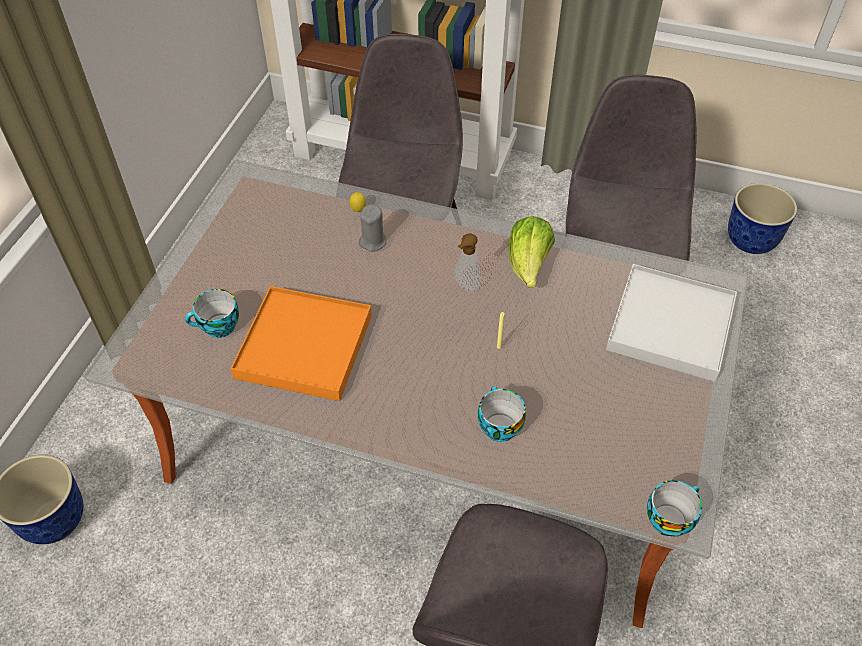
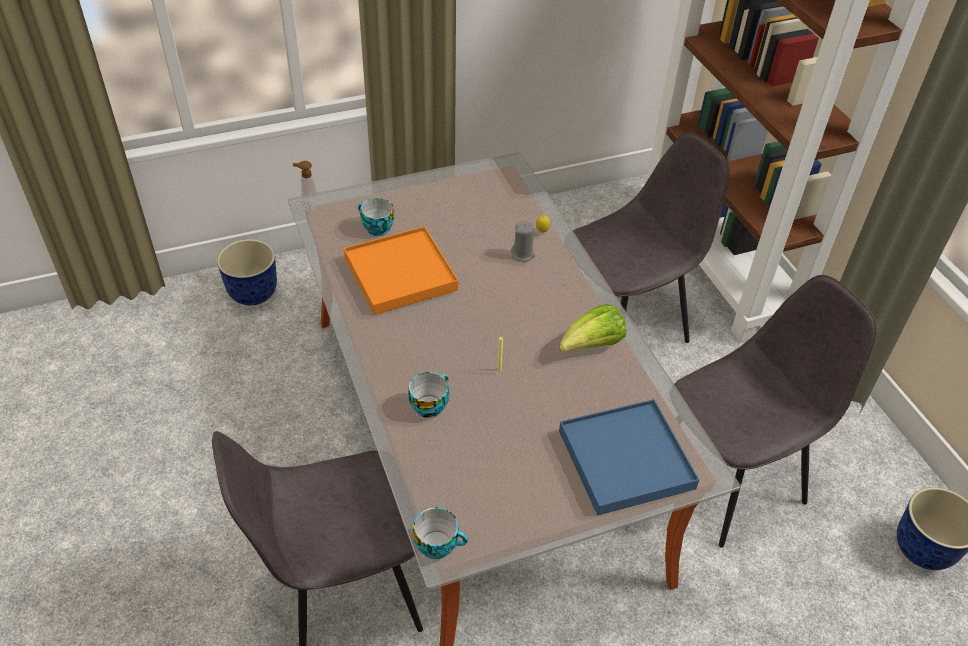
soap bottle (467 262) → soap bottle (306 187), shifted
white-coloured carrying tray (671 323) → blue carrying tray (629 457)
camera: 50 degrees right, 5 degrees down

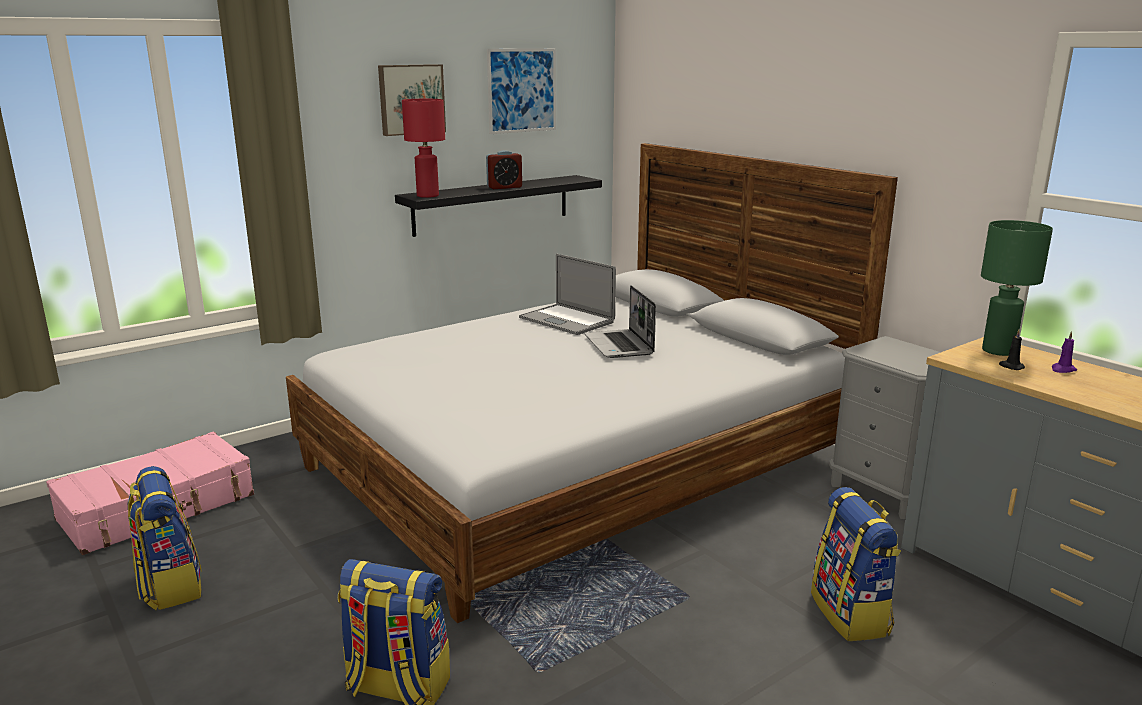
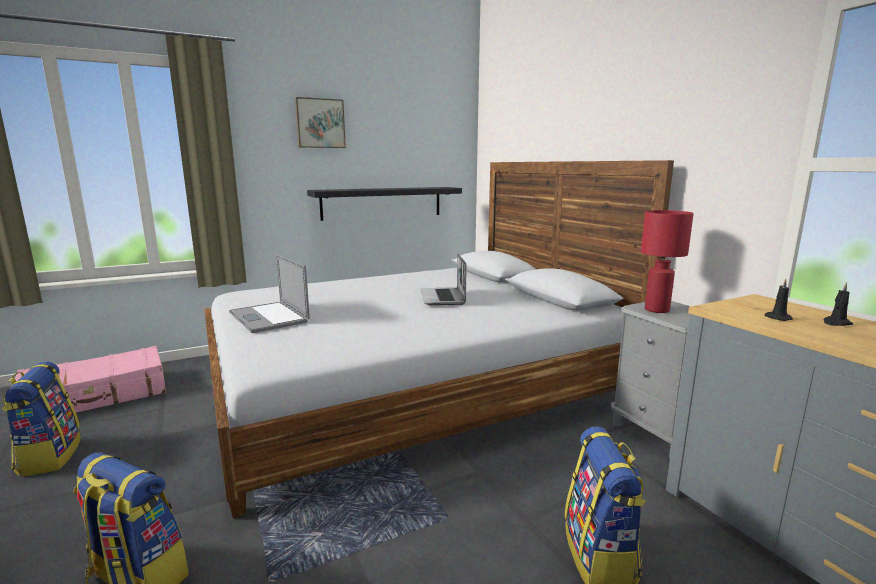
red lamp for a table (423 148) → red lamp for a table (667 261), shifted
alarm clock (504 169) → -
wall art (521 91) → -
portable computer (567 294) → portable computer (269 293), shifted
green-coloured lamp for a table (1017 288) → -
purple wax light (1064 352) → black-coloured wax light (838 304)
camera: 10 degrees right, 5 degrees down

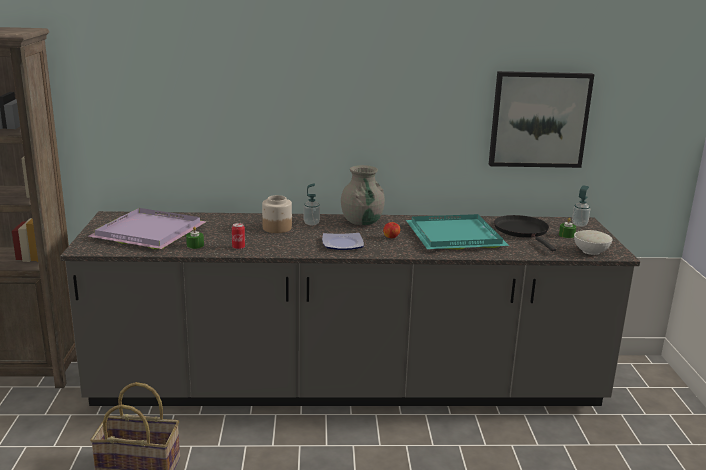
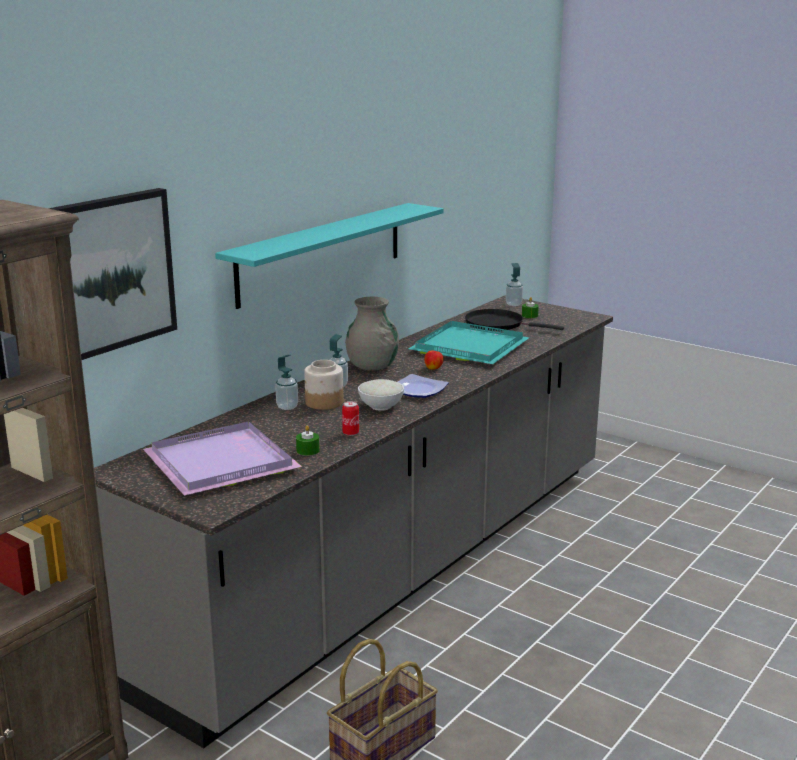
wall art (541 119) → wall art (112 274), shifted
white-coloured bowl (593 242) → white-coloured bowl (381 395), shifted
- → turquoise shelf (329 256)
- → soap bottle (286 382)
camera: 50 degrees left, 0 degrees up

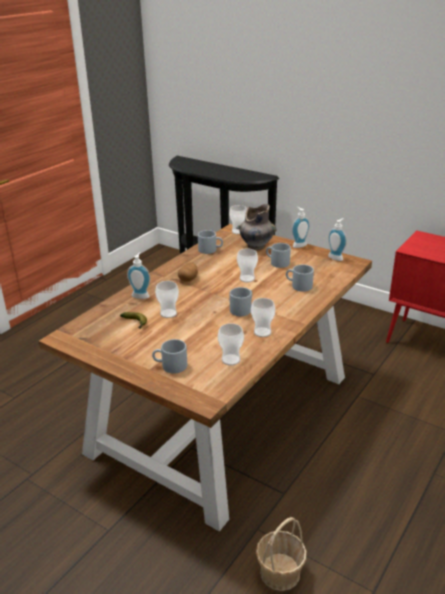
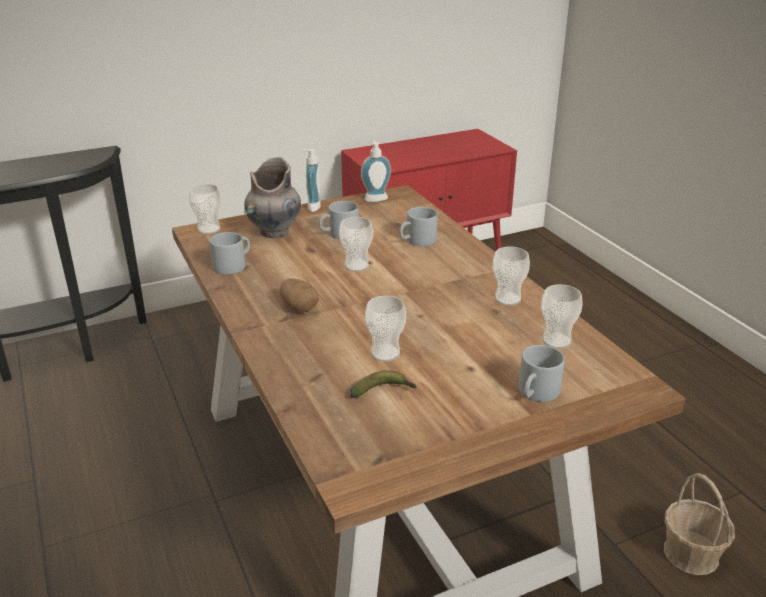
soap bottle (138 275) → -
greyish tea mug (241 301) → -
camera: 60 degrees left, 0 degrees up

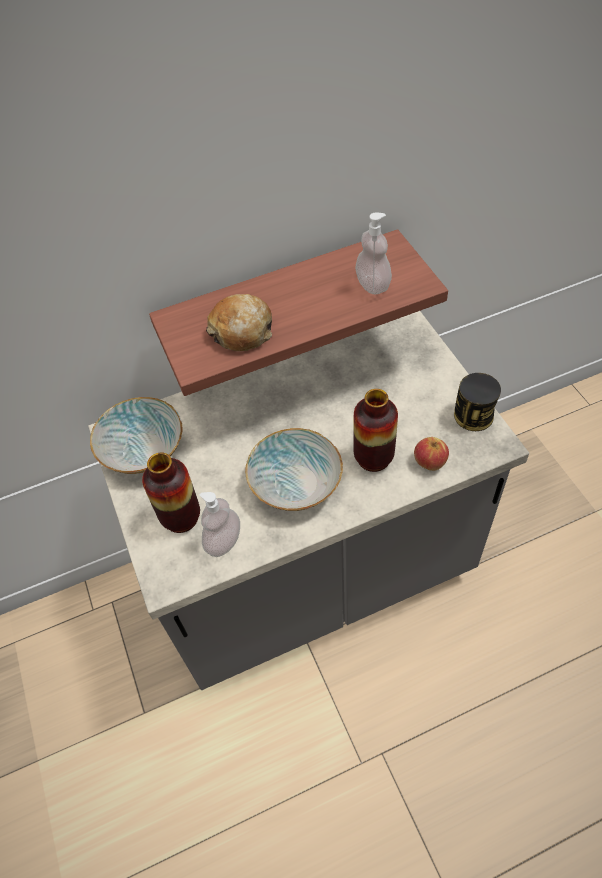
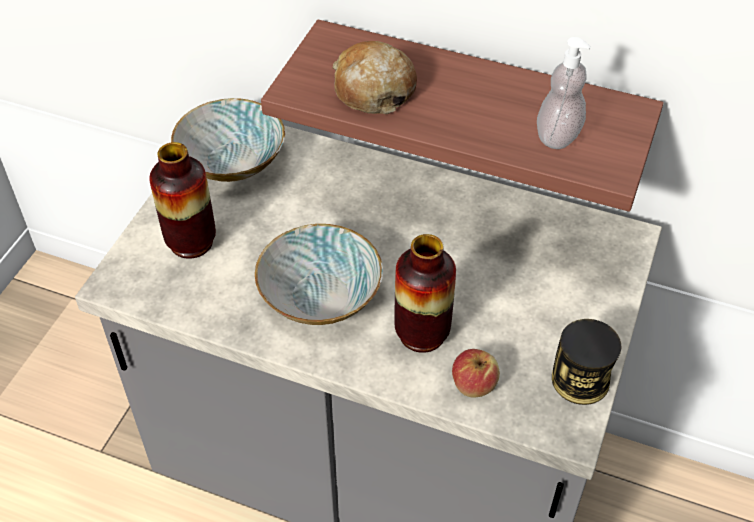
soap bottle (219 524) → -
camera: 40 degrees right, 5 degrees down

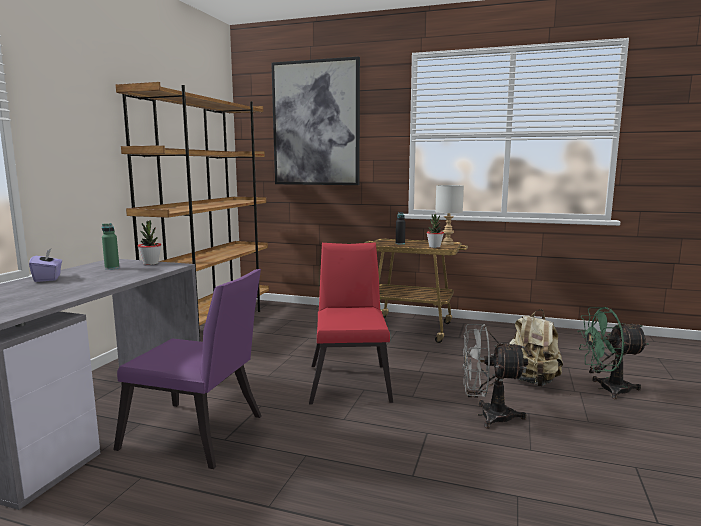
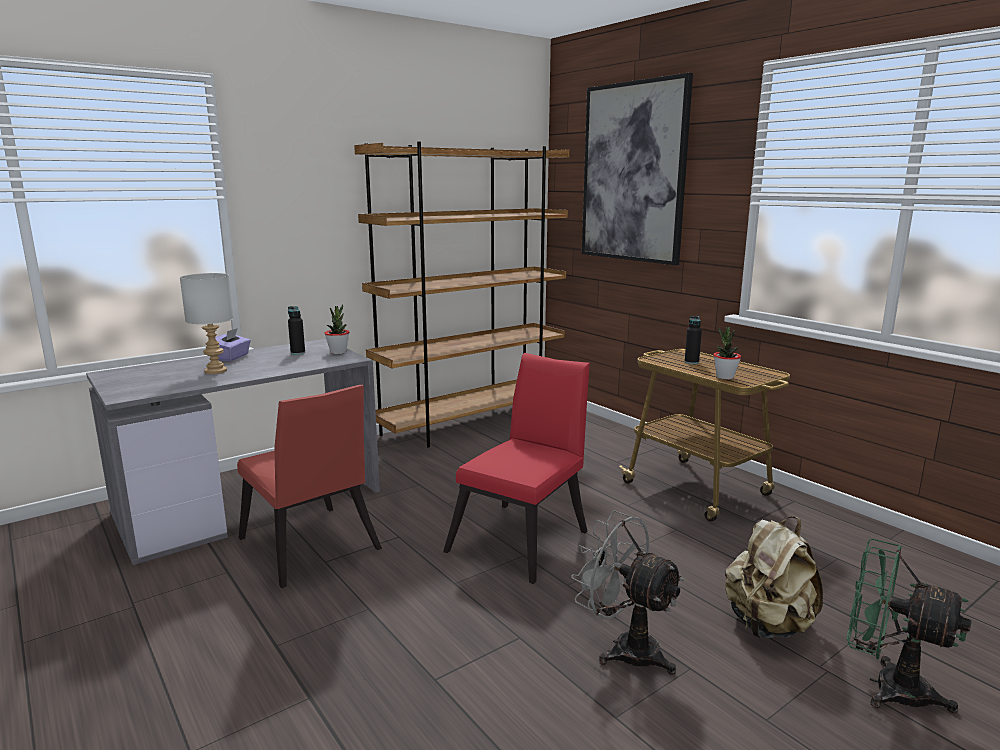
green-coloured beverage bottle (111 246) → black-coloured beverage bottle (296 330)
purple chair (187 369) → red chair (309 486)
greyish lamp for a table (449 215) → greyish lamp for a table (206 323), shifted
camera: 35 degrees right, 5 degrees up

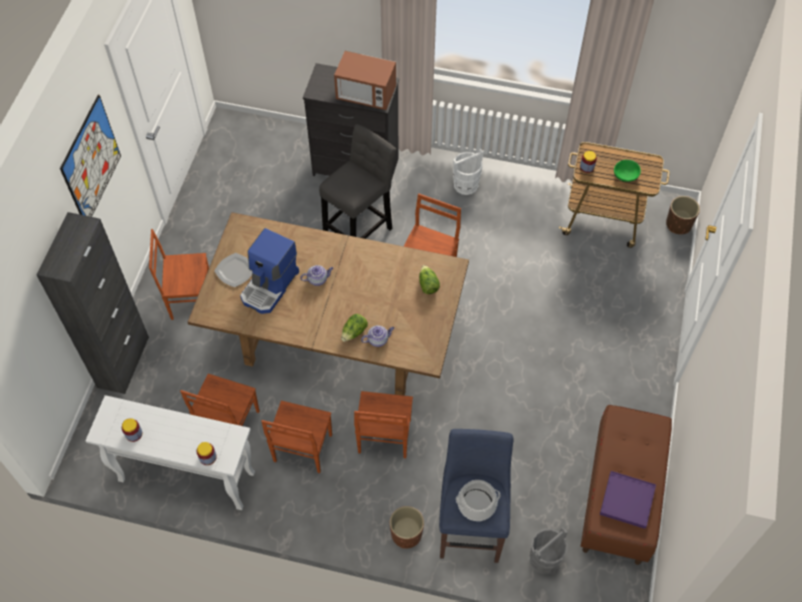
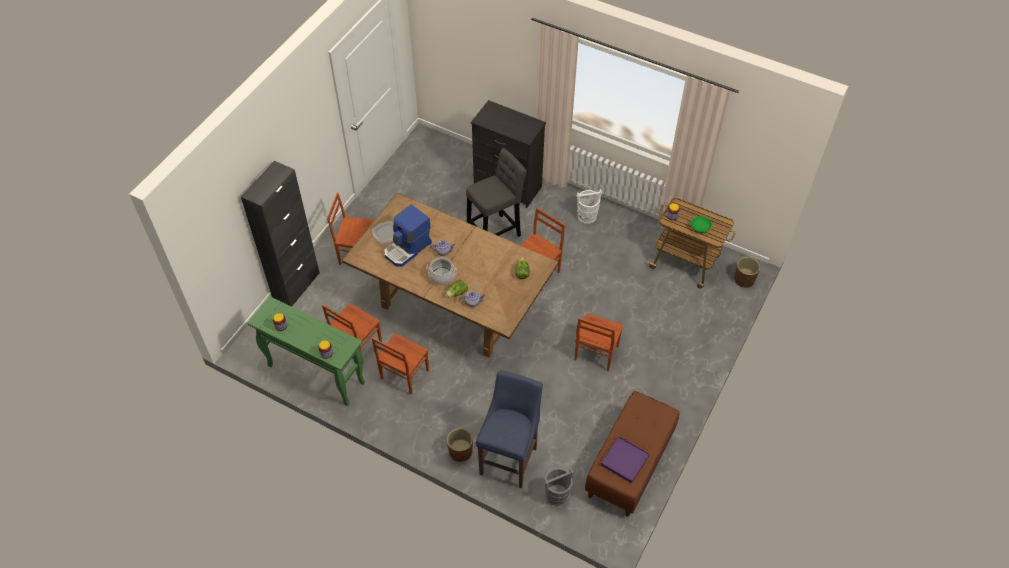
wall art (90 156) → -
white-coloured console table (170 452) → green-coloured console table (306 351)
microwave (365 80) → -
brown-coloured chair (383 424) → brown-coloured chair (598 342), shifted
saucepot (478 500) → saucepot (441 271), shifted
camera: 15 degrees right, 5 degrees down

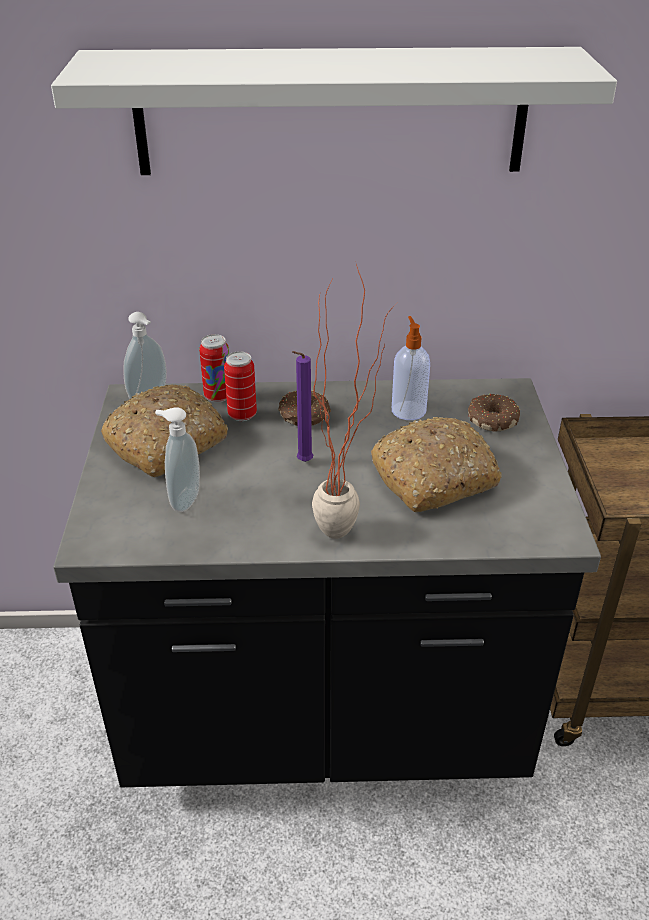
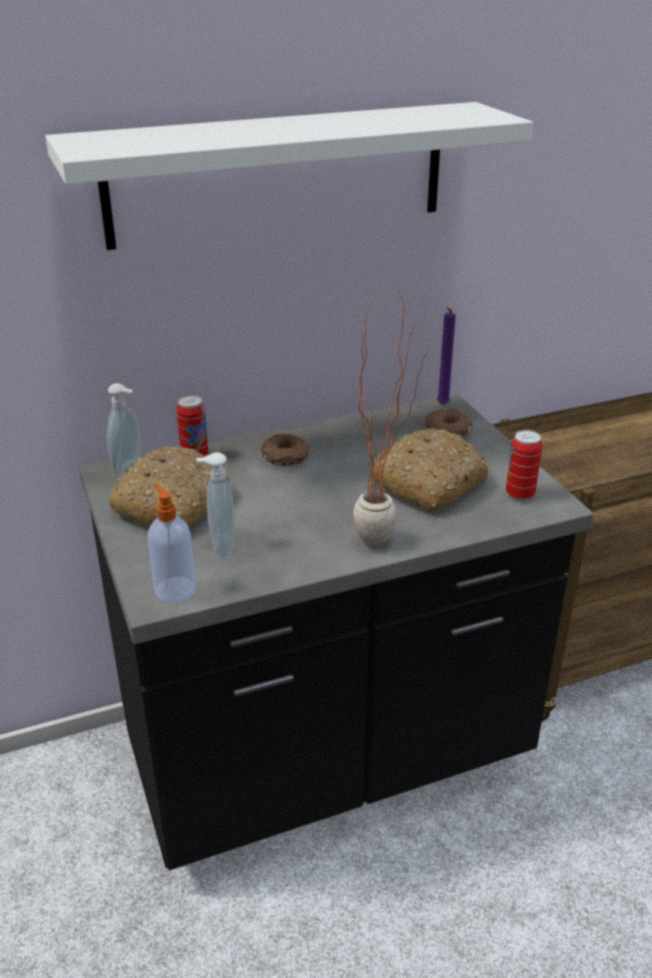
metal can (240 386) → metal can (524 465), shifted
purple wax light (302 406) → purple wax light (446 356), shifted
soap bottle (411 368) → soap bottle (171 542), shifted
camera: 20 degrees left, 5 degrees down

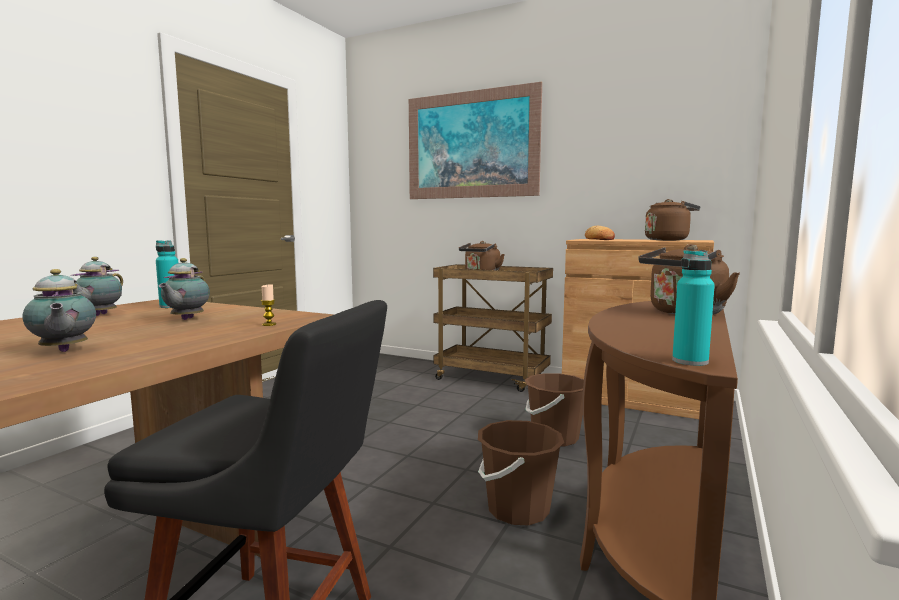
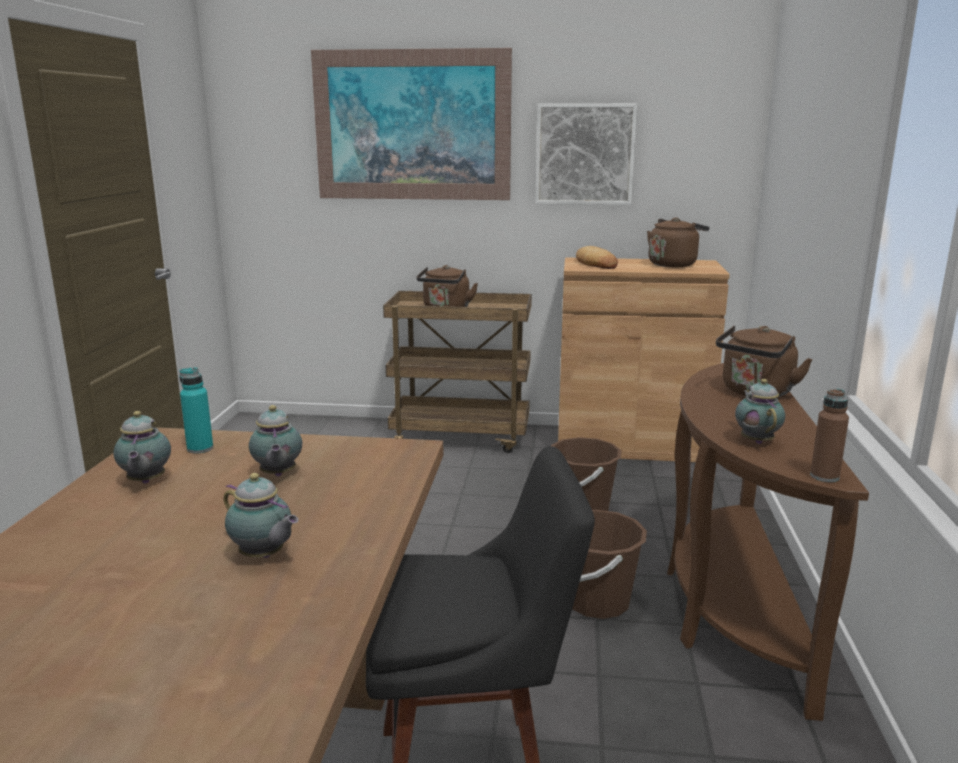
wax light (268 305) → -
turquoise beverage bottle (693 308) → brown-coloured beverage bottle (829 435)
- → wall art (586 154)
- → tea pot (760 411)
camera: 20 degrees left, 10 degrees up

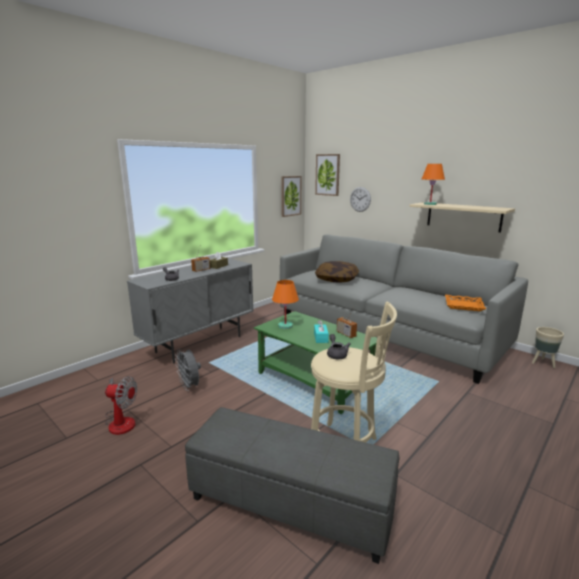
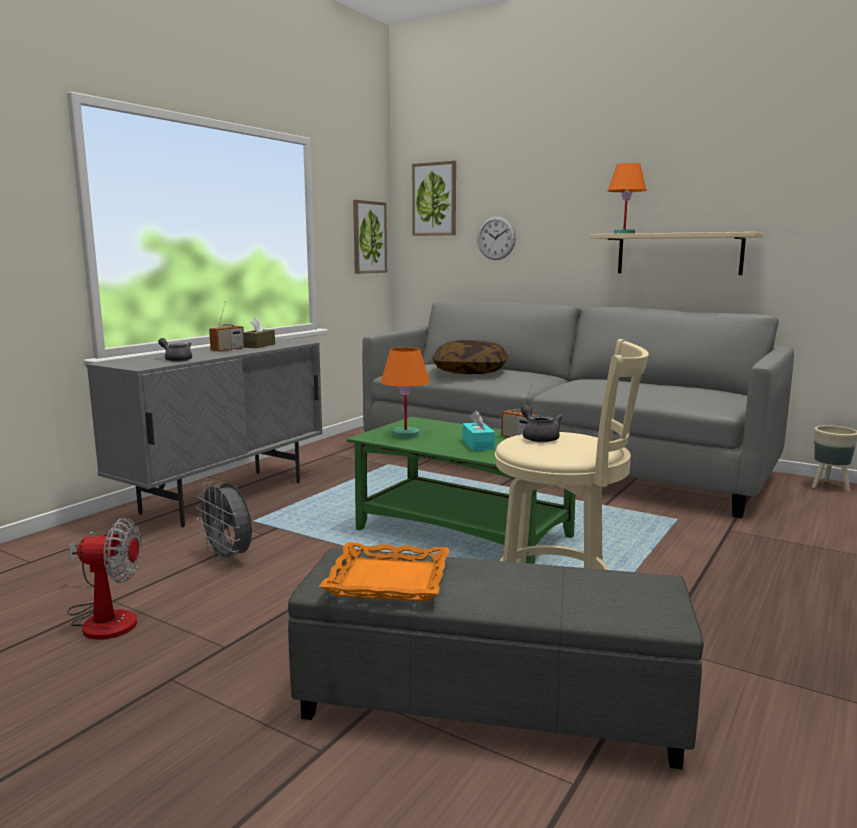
orange-coloured carrying tray (465 303) → orange-coloured carrying tray (384 572), shifted
camera: 10 degrees left, 5 degrees down

